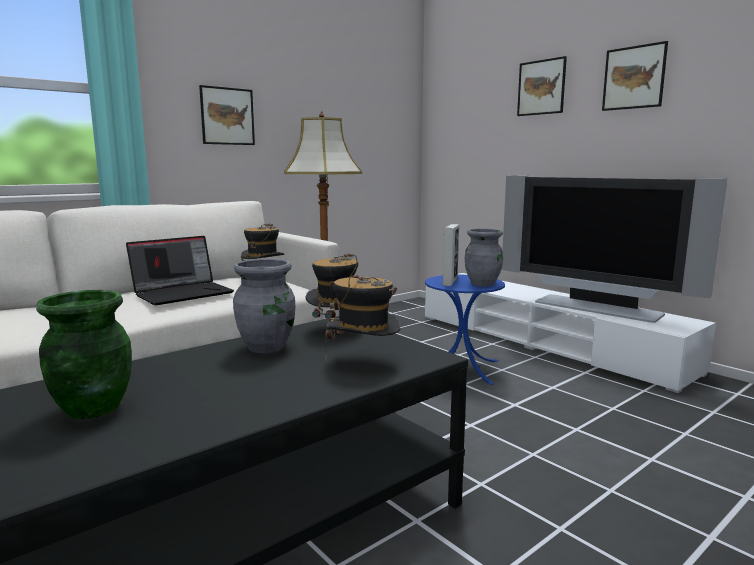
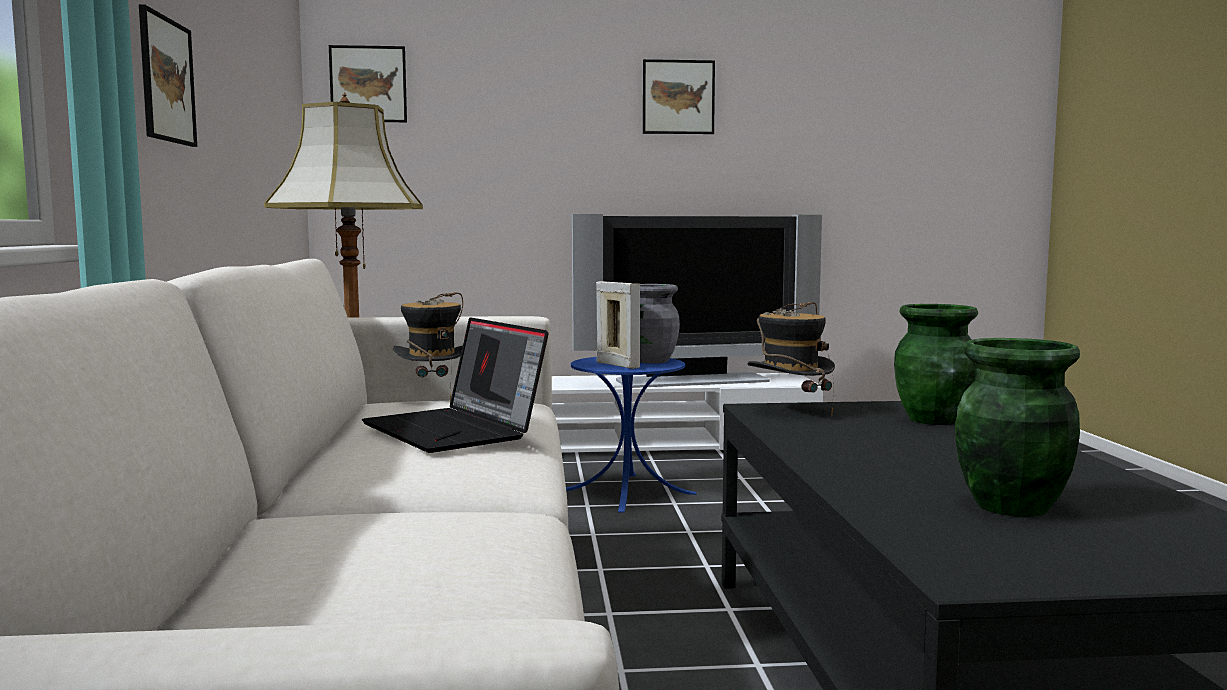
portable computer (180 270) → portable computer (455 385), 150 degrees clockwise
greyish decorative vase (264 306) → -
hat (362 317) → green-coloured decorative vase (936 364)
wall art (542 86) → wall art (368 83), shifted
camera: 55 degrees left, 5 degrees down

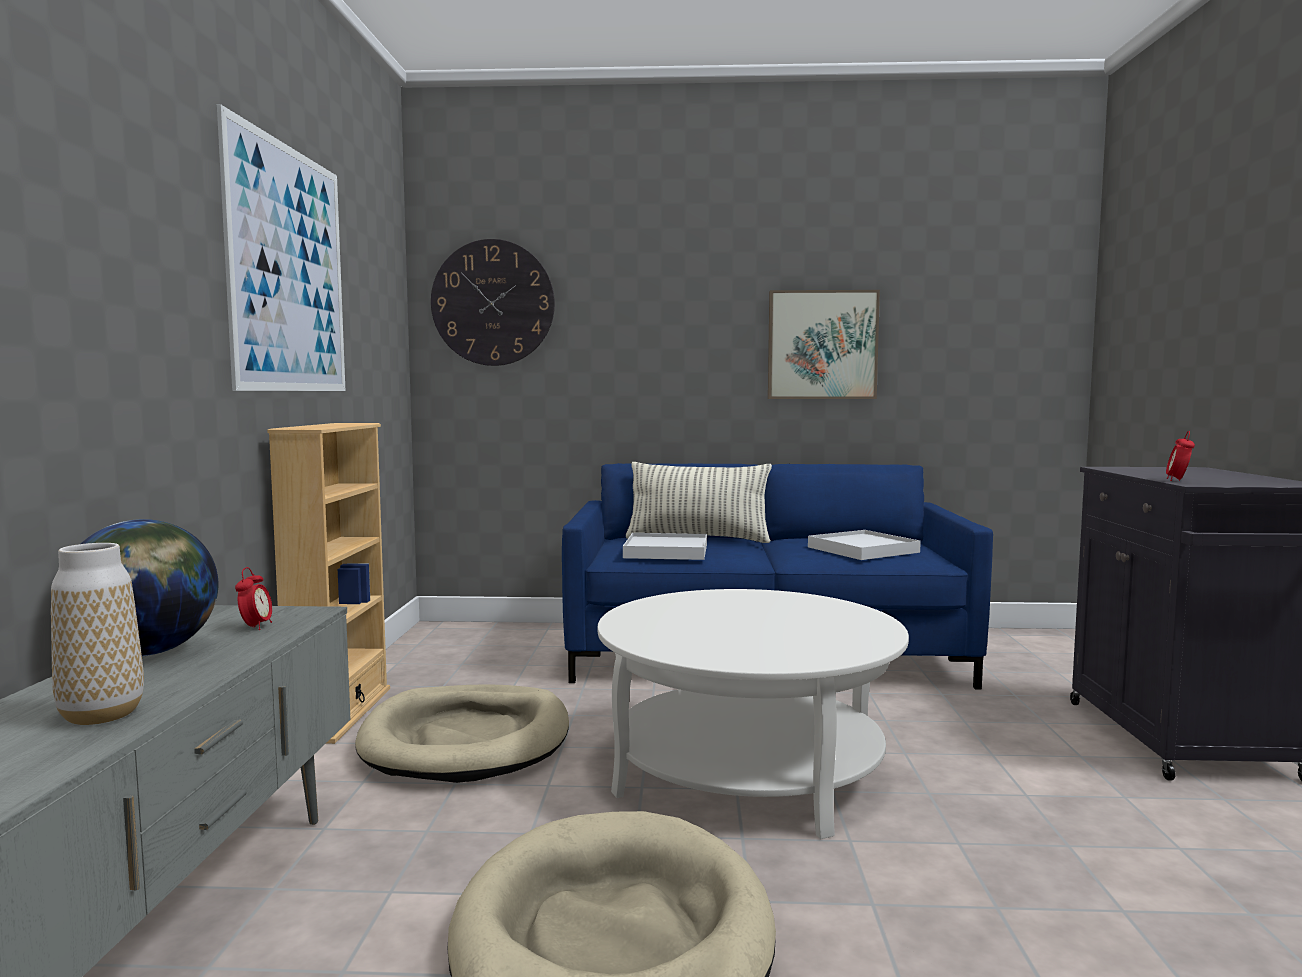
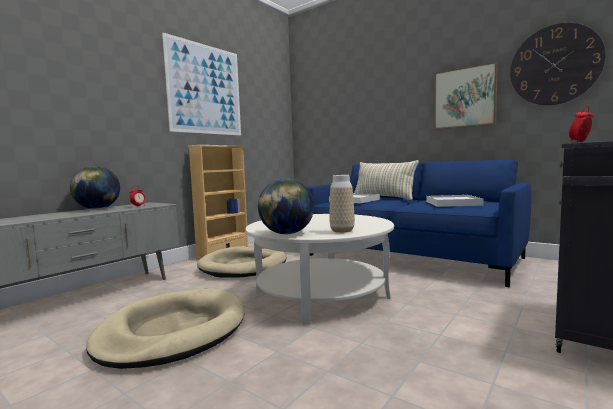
decorative vase (97 634) → decorative vase (342 204), shifted
hanging clock (493 302) → hanging clock (557 64), shifted
- → world globe (286 206)
camera: 35 degrees right, 0 degrees up

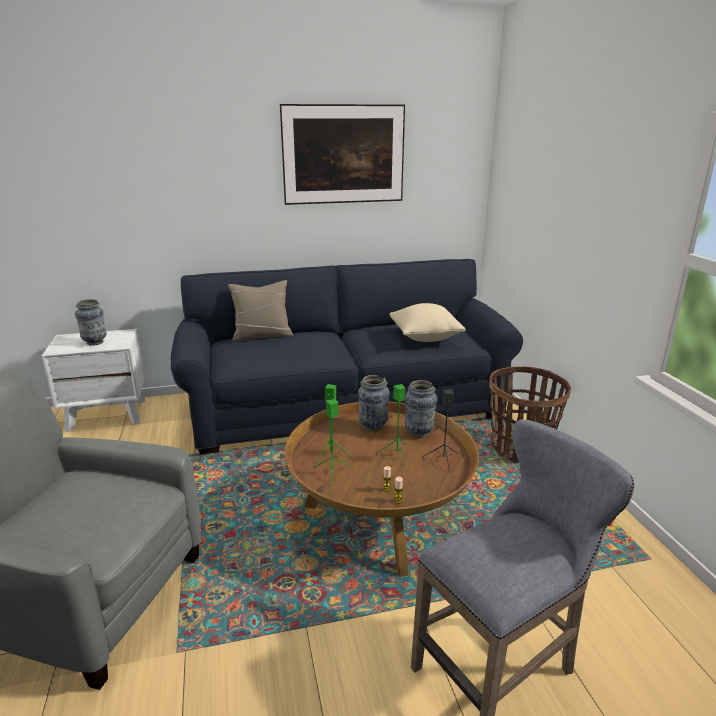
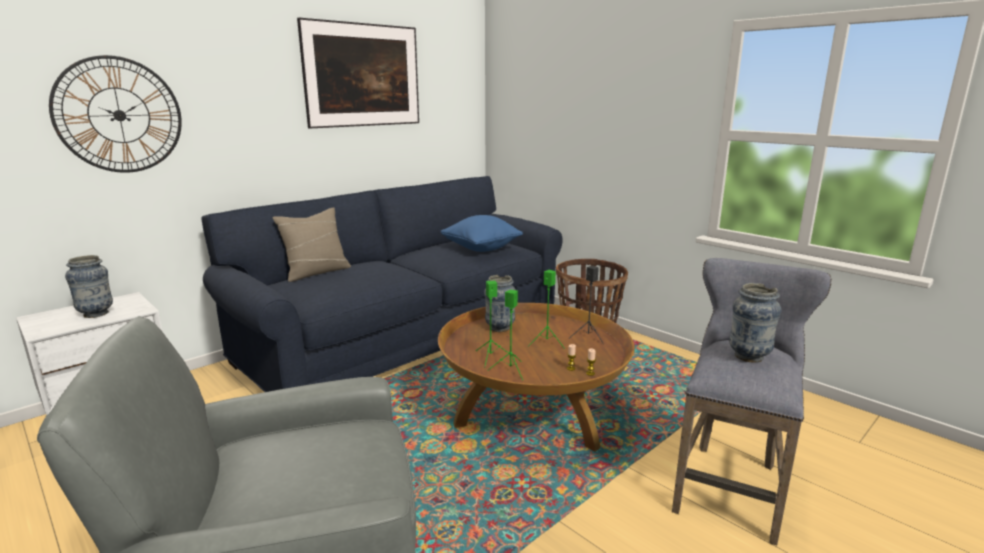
sand-coloured throw pillow (427 322) → blue throw pillow (482 233)
decorative vase (421 409) → decorative vase (755 322), shifted
- → hanging clock (115 114)
camera: 30 degrees left, 5 degrees down

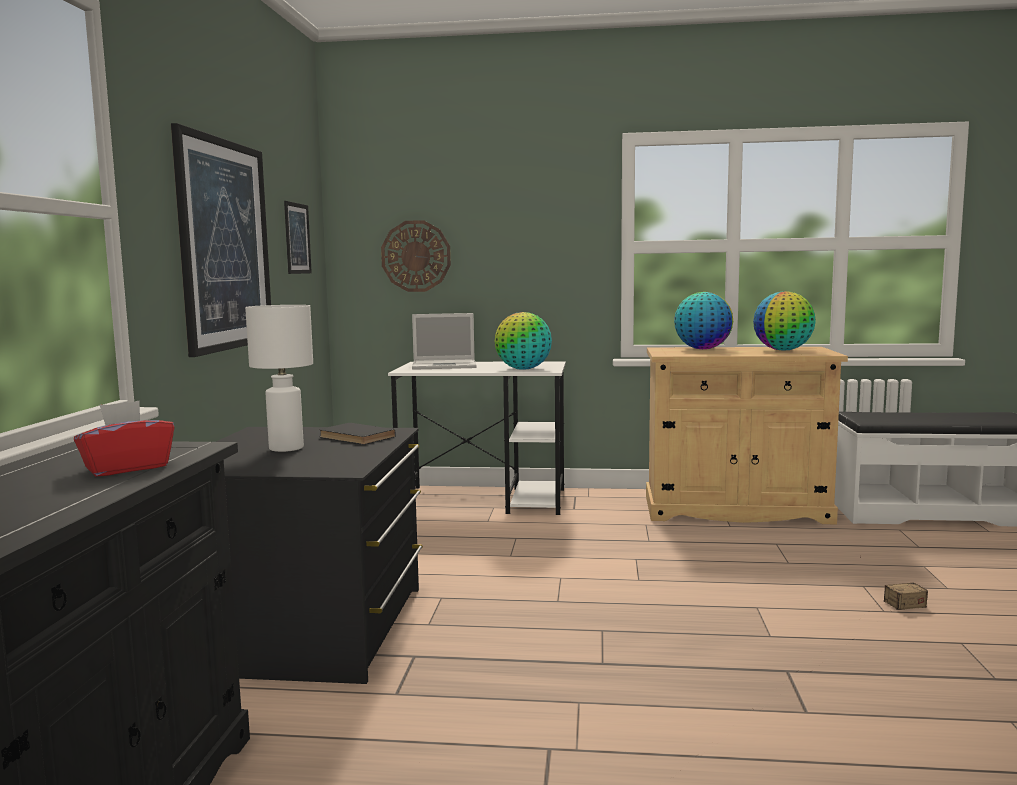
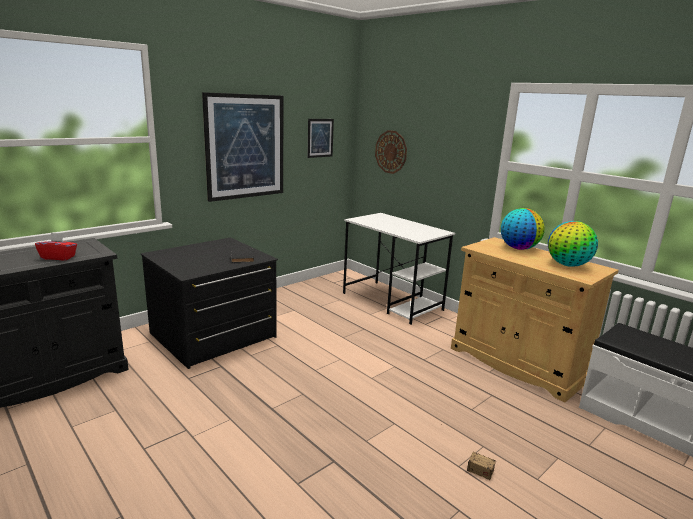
white-coloured lamp for a table (279 378) → -
portable computer (444 341) → -
world globe (523 341) → -
camera: 40 degrees right, 10 degrees up

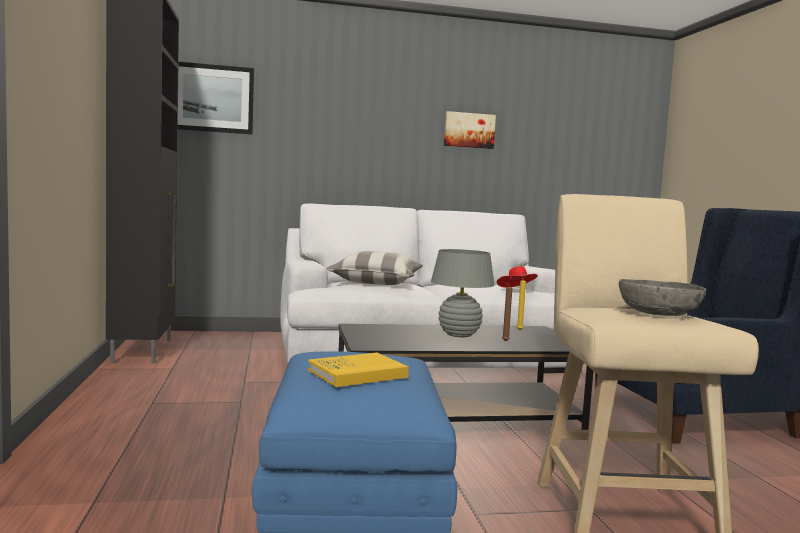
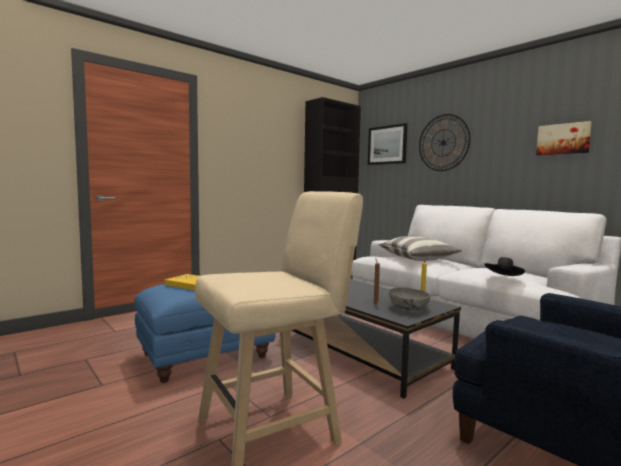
greyish lamp for a table (463 293) → -
red hat (517 277) → black-coloured hat (504 266)
greyish bowl (662 297) → greyish bowl (409 299), shifted
- → hanging clock (445 142)
camera: 60 degrees right, 0 degrees up

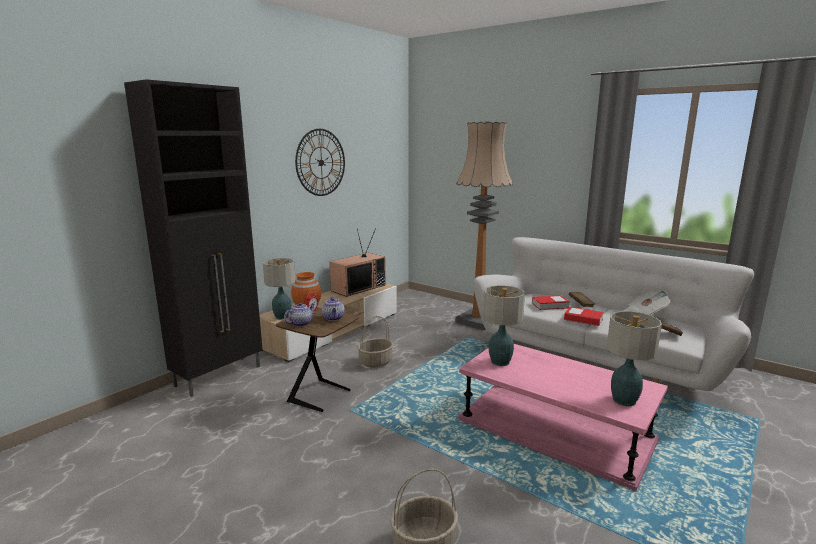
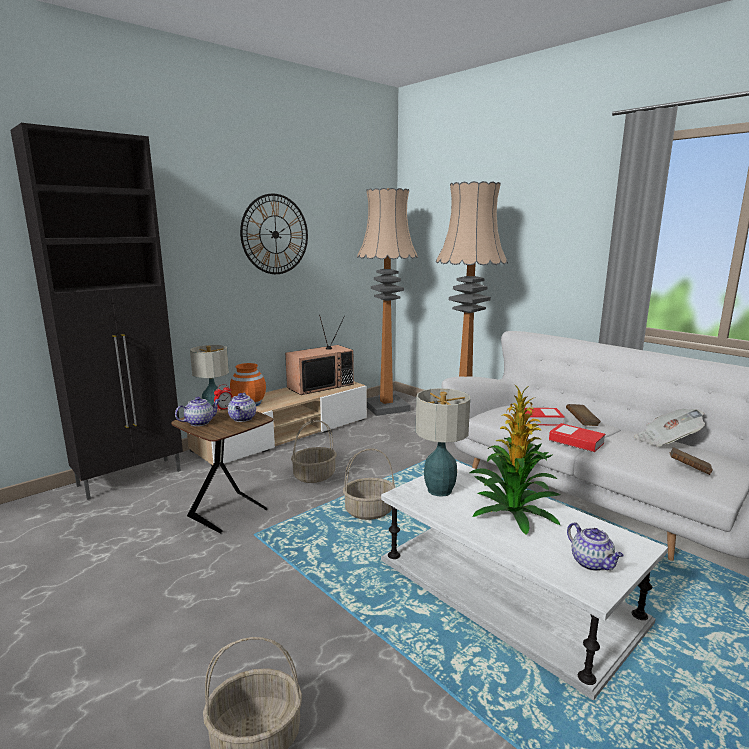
pinkish coffee table (563 417) → white-coloured coffee table (524 581)
lamp for a table (634 358) → tea pot (595 546)
- → basket (369 484)
- → standard lamp (387 302)
- → houseplant (515 459)
camera: 10 degrees right, 0 degrees up

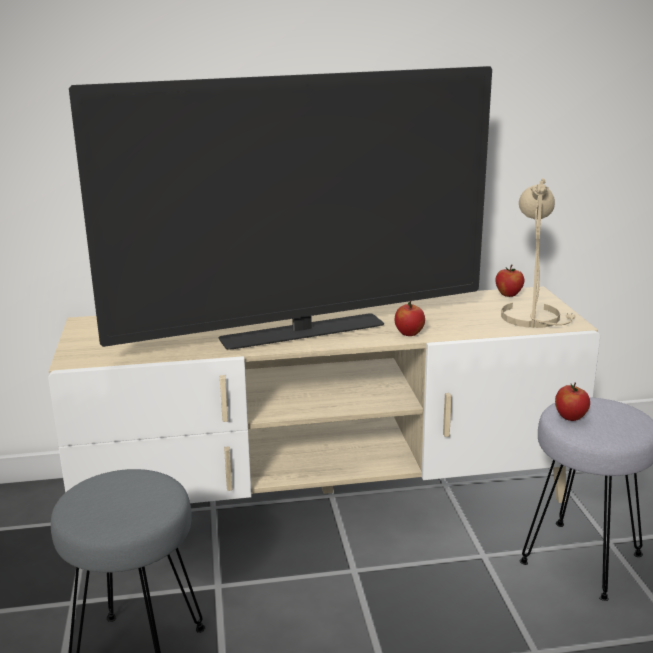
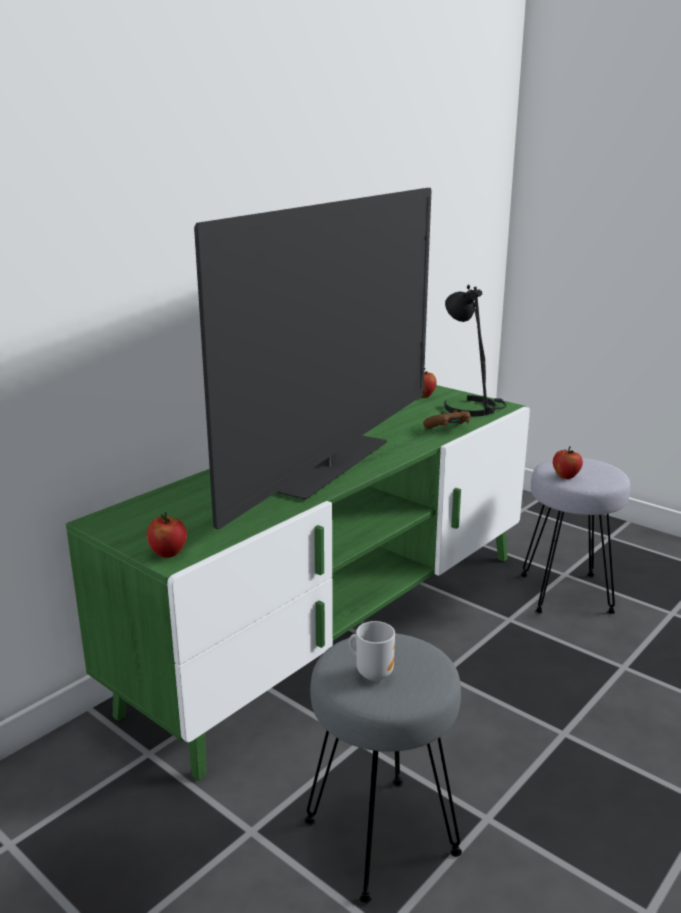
sand-coloured tv stand (324 394) → green-coloured tv stand (298 583)
apple (410 318) → apple (167 535), shifted
sand-coloured lamp for a table (538 253) → black-coloured lamp for a table (475 351)
- → tea mug (372 651)
- → brown-coloured game controller (446 419)
camera: 40 degrees left, 0 degrees up

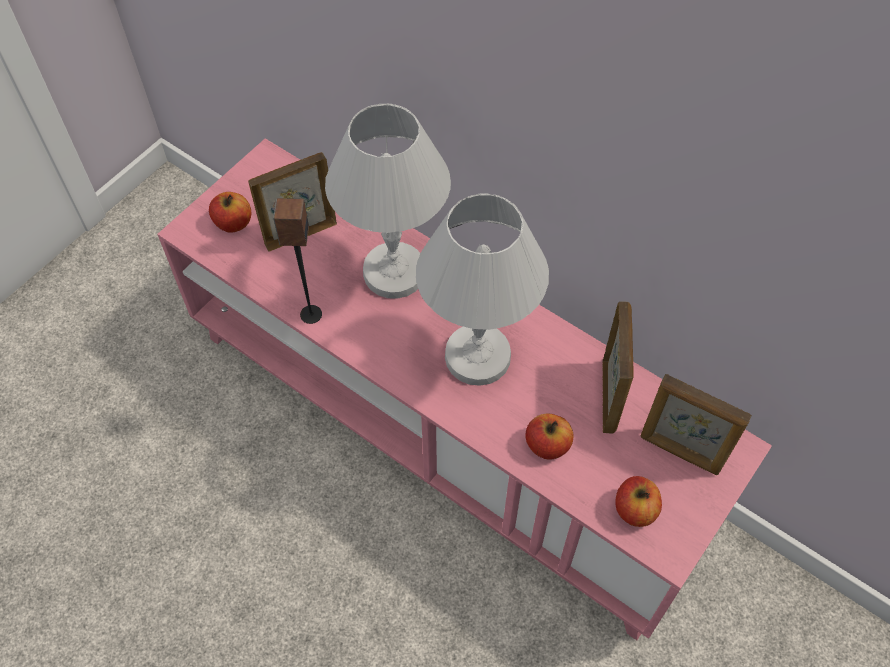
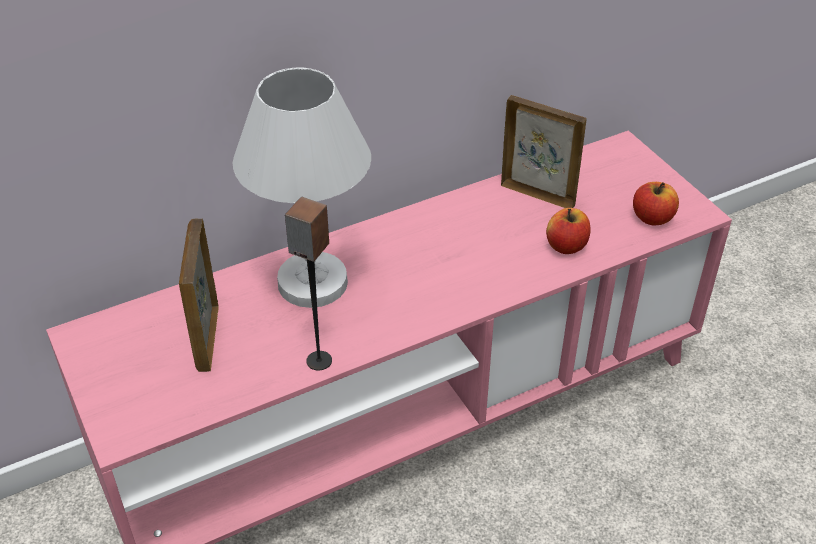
apple (230 212) → -
white-coloured lamp for a table (482 290) → -
photo frame (696 424) → -
camera: 65 degrees left, 15 degrees down

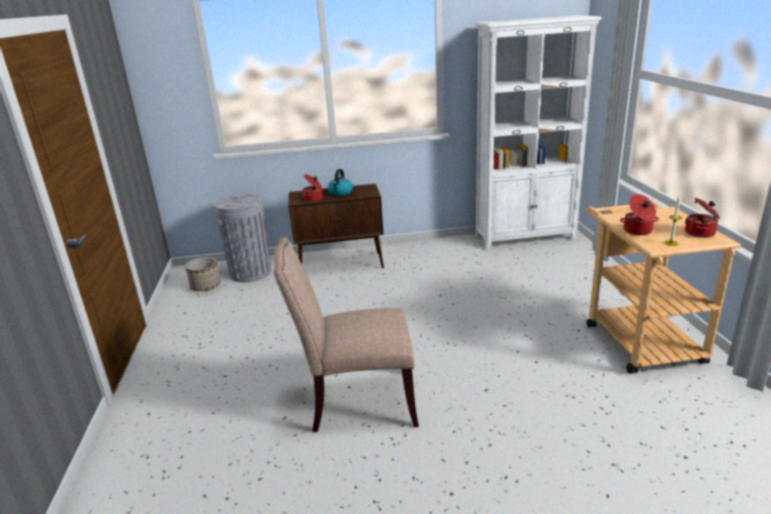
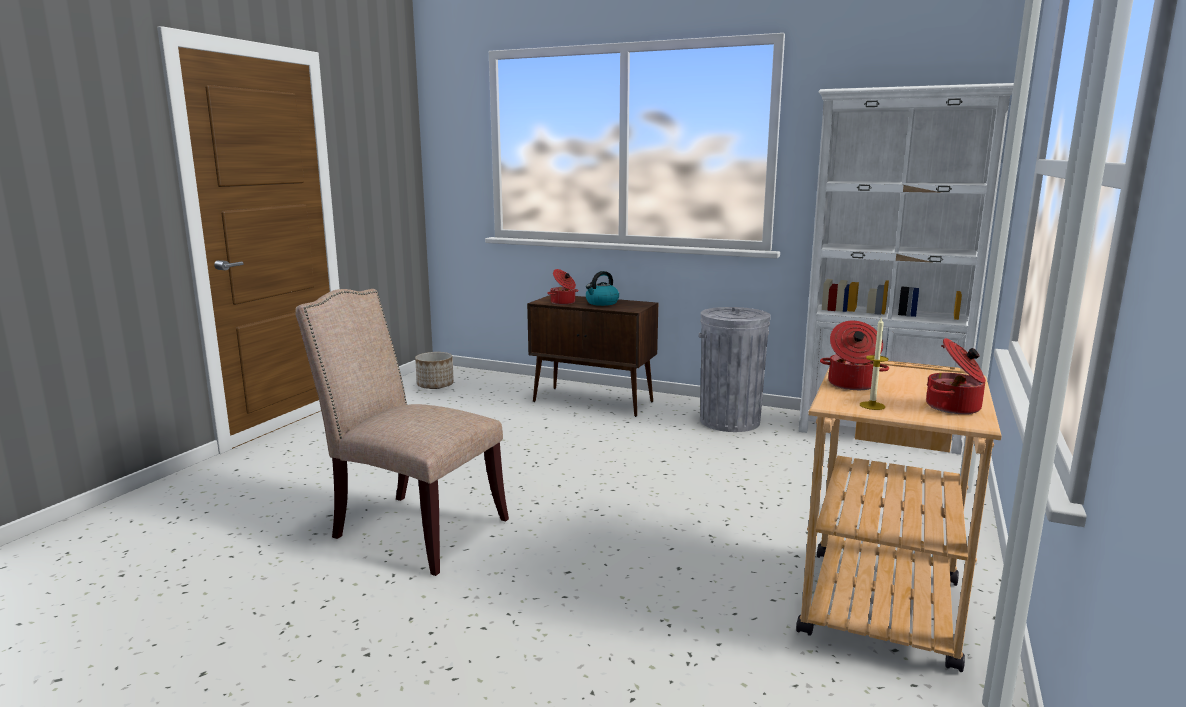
greyish waste bin (242 237) → greyish waste bin (735 369), shifted
camera: 30 degrees right, 10 degrees down

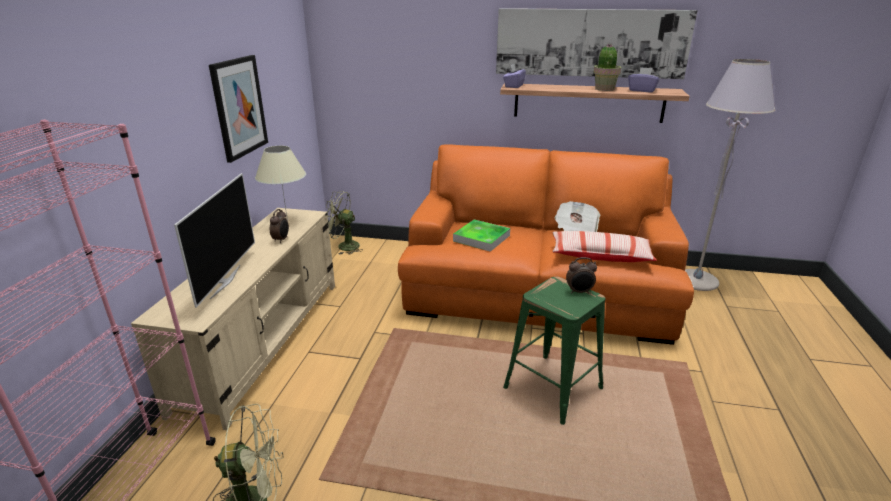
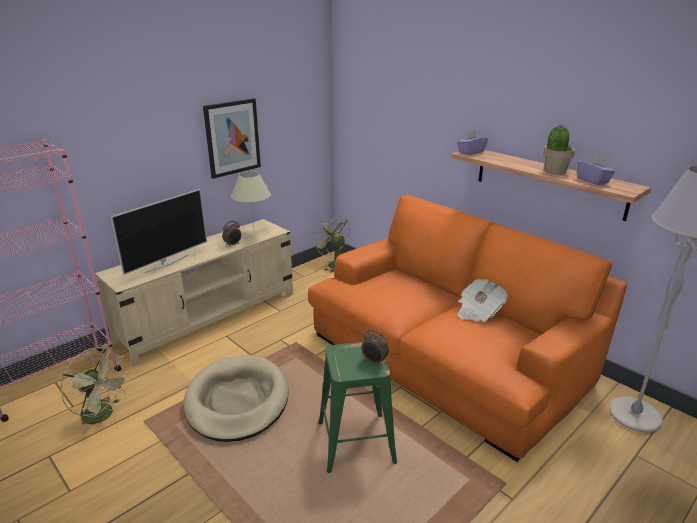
carrying tray (481 236) → -
wall art (597 43) → -
throw pillow (604 246) → -
- → sand-coloured pet bed (236 398)
camera: 35 degrees right, 0 degrees up

